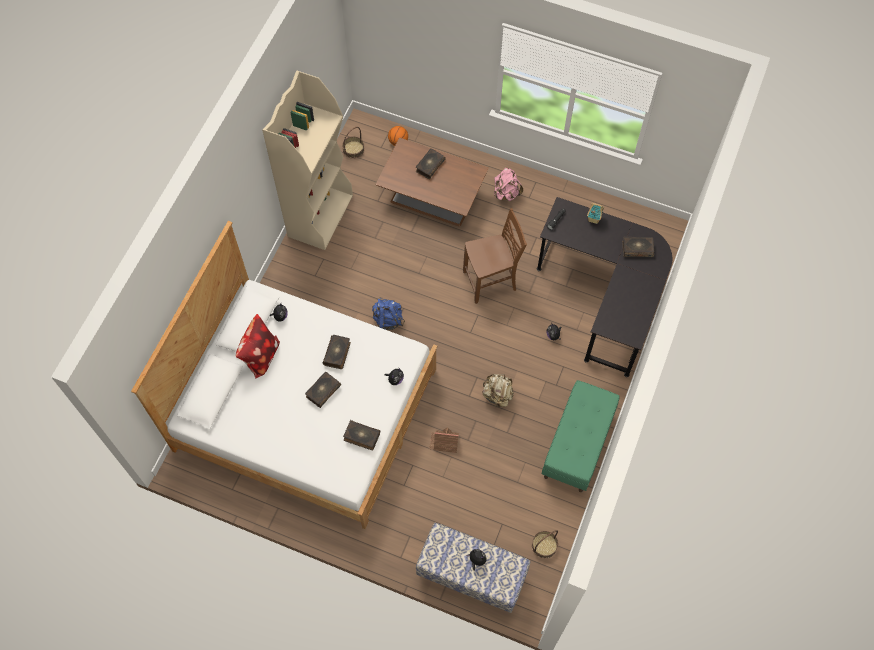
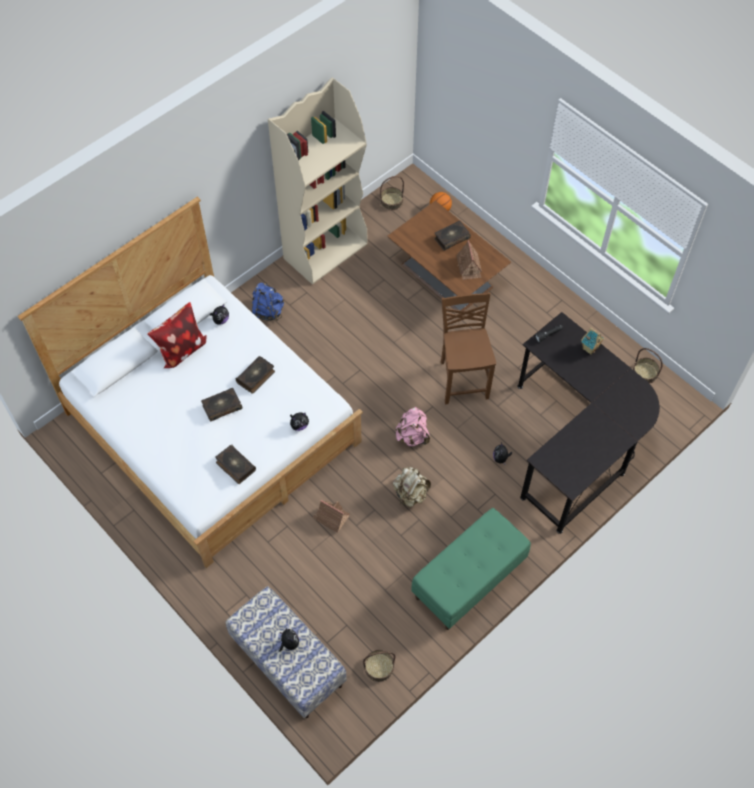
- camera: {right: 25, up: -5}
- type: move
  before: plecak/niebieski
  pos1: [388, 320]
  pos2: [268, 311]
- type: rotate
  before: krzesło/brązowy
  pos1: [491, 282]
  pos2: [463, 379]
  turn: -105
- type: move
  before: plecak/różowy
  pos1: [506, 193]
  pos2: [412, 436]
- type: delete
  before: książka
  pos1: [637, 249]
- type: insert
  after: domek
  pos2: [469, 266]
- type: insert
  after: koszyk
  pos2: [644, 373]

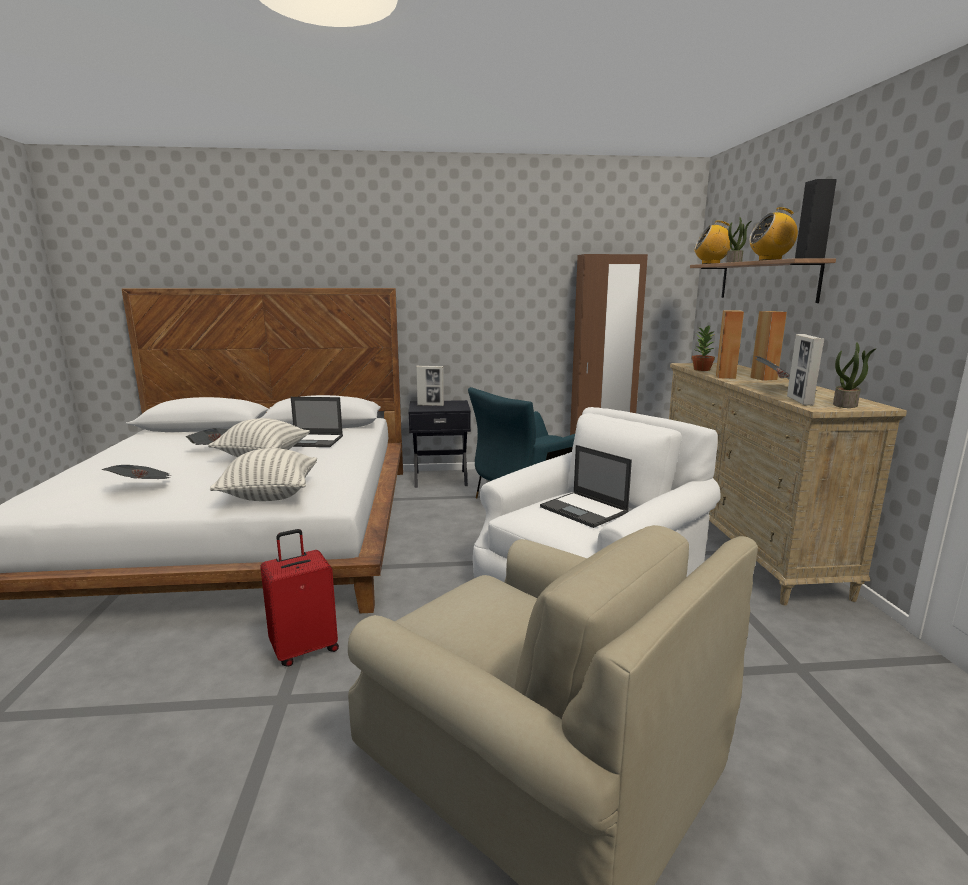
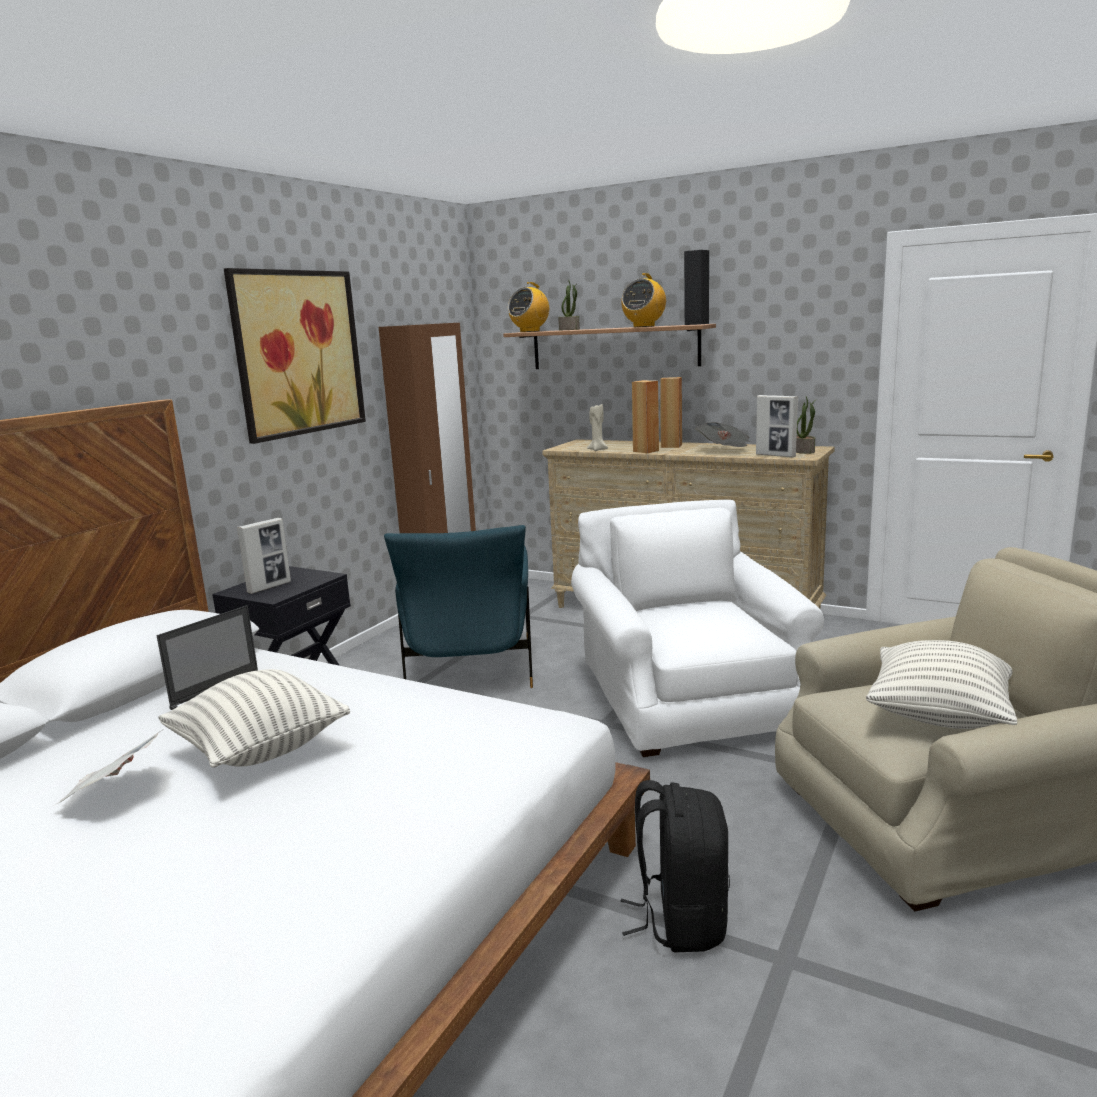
- camera: {right: -55, up: 0}
- type: delete
  before: gazeta
  pos1: [143, 488]
- type: move
  before: poduszka
  pos1: [270, 495]
  pos2: [939, 716]
- type: replace
  before: walizka/czerwony
  after: plecak/czarny
  pos1: [304, 649]
  pos2: [680, 920]
- type: delete
  before: laptop
  pos1: [584, 510]
- type: replace
  before: roślina doniczkowa
  after: świeca/beżowy
  pos1: [701, 369]
  pos2: [597, 450]
- type: insert
  after: obraz
  pos2: [298, 353]

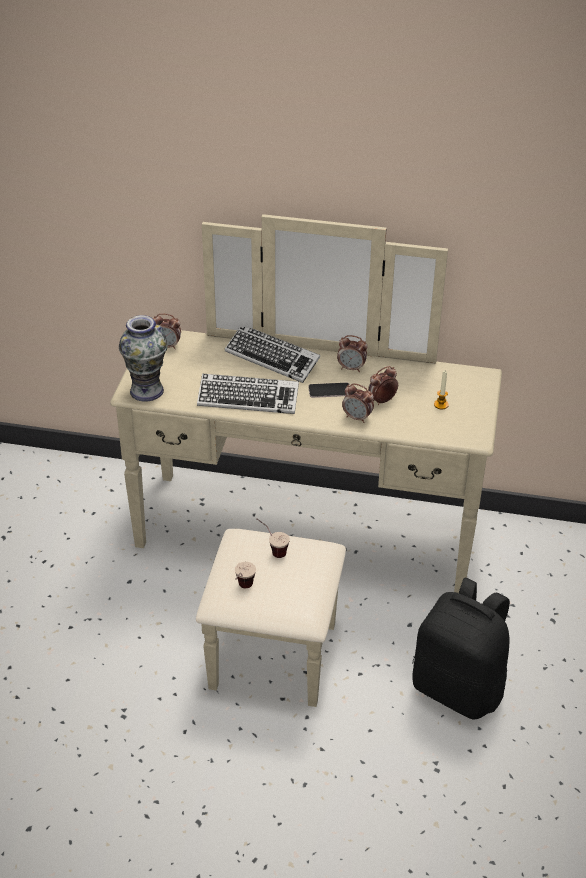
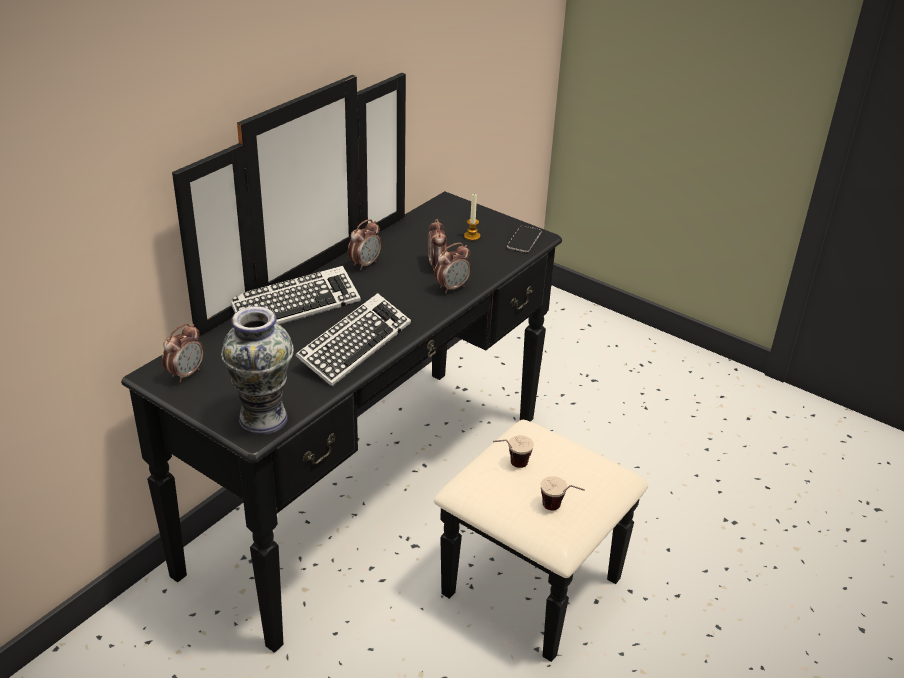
- camera: {right: -65, up: -5}
- type: recolor
  before: komoda/beżowy
  after: komoda/czarny
  pos1: [300, 559]
  pos2: [405, 510]
- type: move
  before: telefon
  pos1: [329, 391]
  pos2: [524, 240]
- type: delete
  before: plecak/czarny
  pos1: [459, 688]

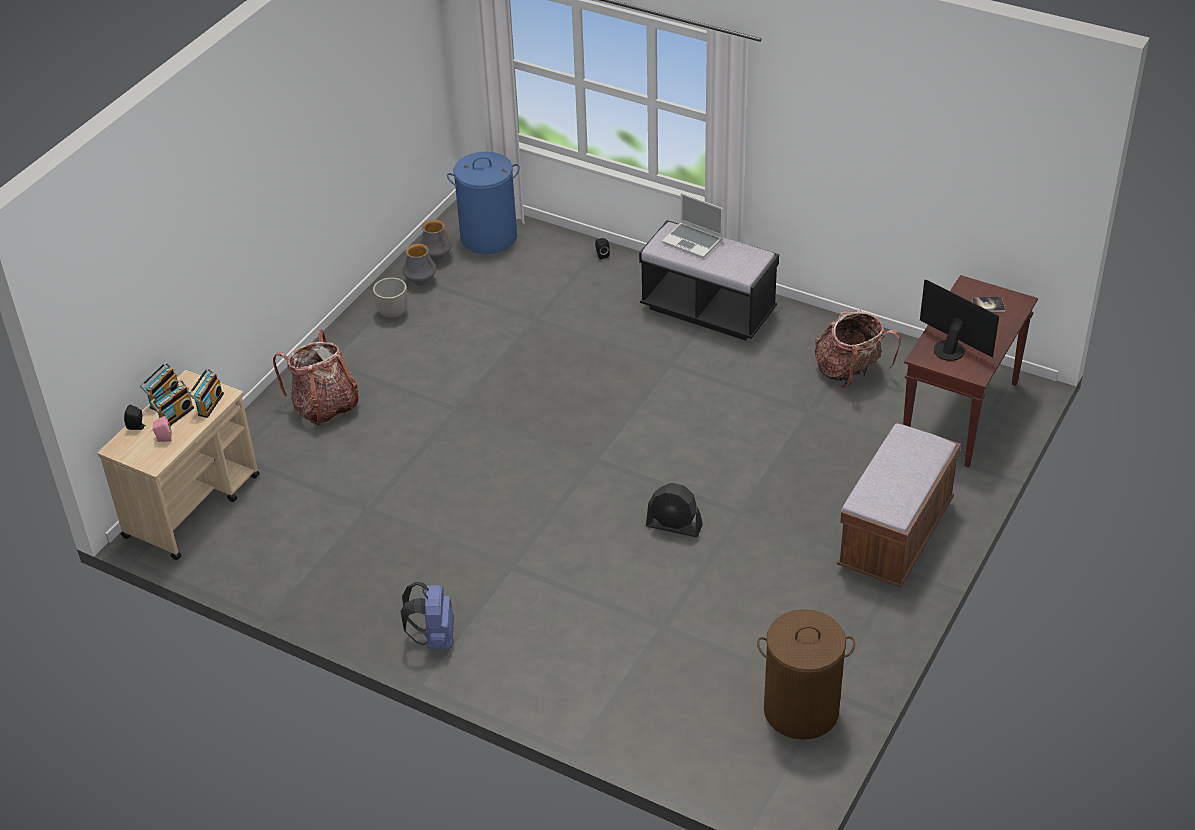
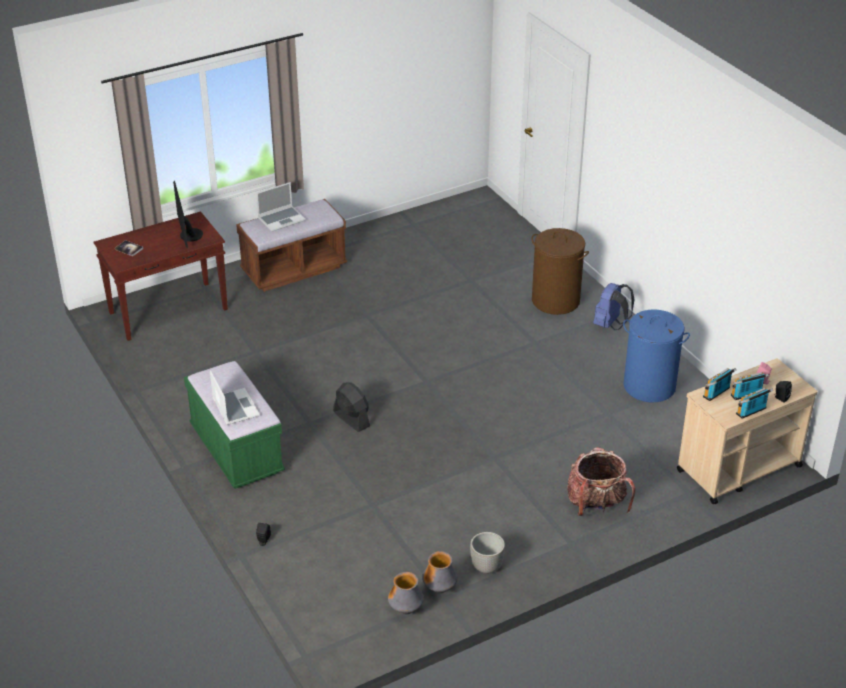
- camera: {right: -150, up: -5}
- type: move
  before: kosz na pranie/niebieski
  pos1: [489, 237]
  pos2: [649, 386]
- type: recolor
  before: ławka/czarny
  after: ławka/zielony
  pos1: [708, 310]
  pos2: [236, 451]
- type: move
  before: wentylator/czarny
  pos1: [674, 526]
  pos2: [351, 419]
- type: move
  before: kosz na pranie/brązowy
  pos1: [801, 710]
  pos2: [556, 300]
- type: delete
  before: plecak
  pos1: [850, 372]
- type: insert
  after: laptop
  pos2: [281, 219]

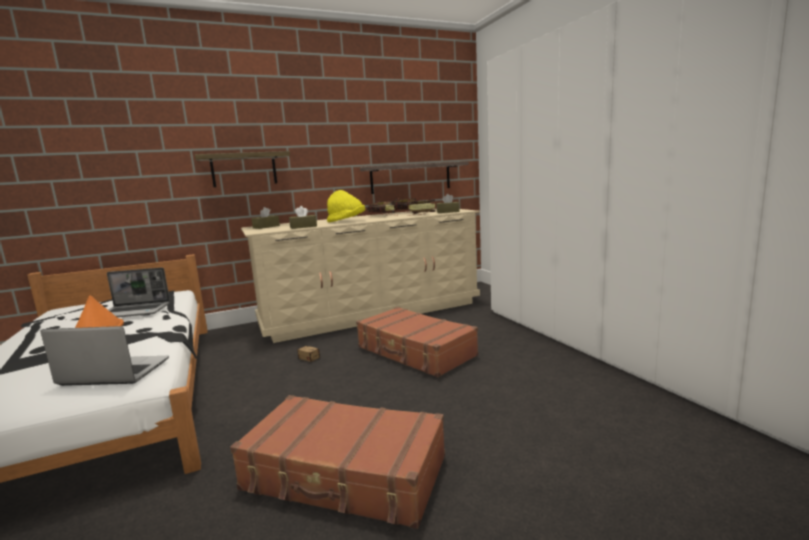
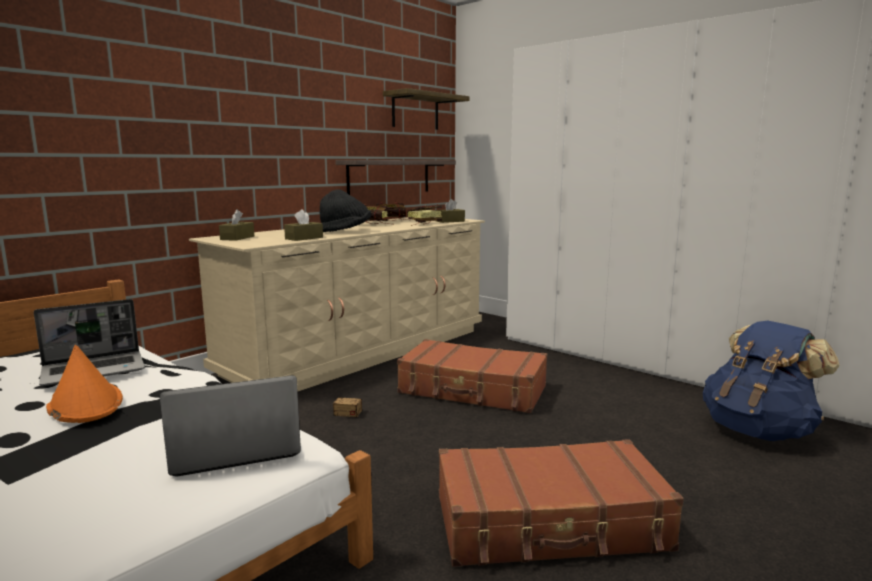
- camera: {right: -25, up: 0}
- type: move
  before: półka
  pos1: [244, 170]
  pos2: [415, 111]
- type: recolor
  before: kapelusz/żółty
  after: kapelusz/czarny
  pos1: [347, 221]
  pos2: [345, 231]
- type: insert
  after: plecak/niebieski
  pos2: [758, 431]

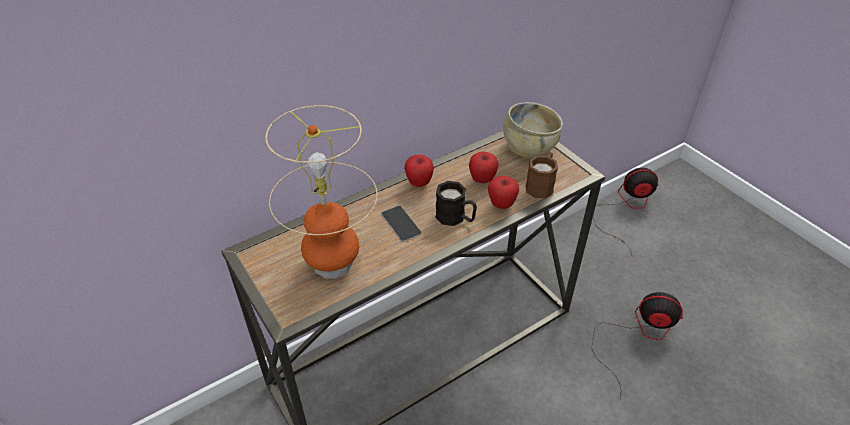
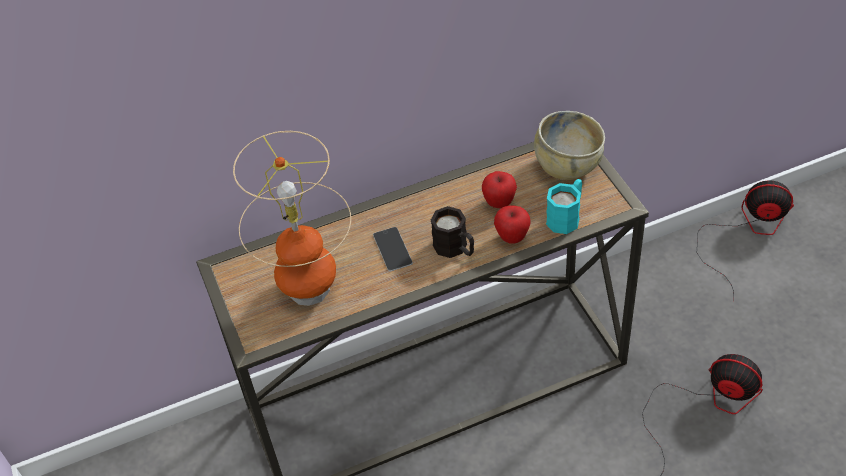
- camera: {right: 15, up: 5}
- type: delete
  before: jabłko
  pos1: [419, 183]
- type: recolor
  before: kubek/brązowy
  after: kubek/turkusowy
  pos1: [541, 185]
  pos2: [566, 216]

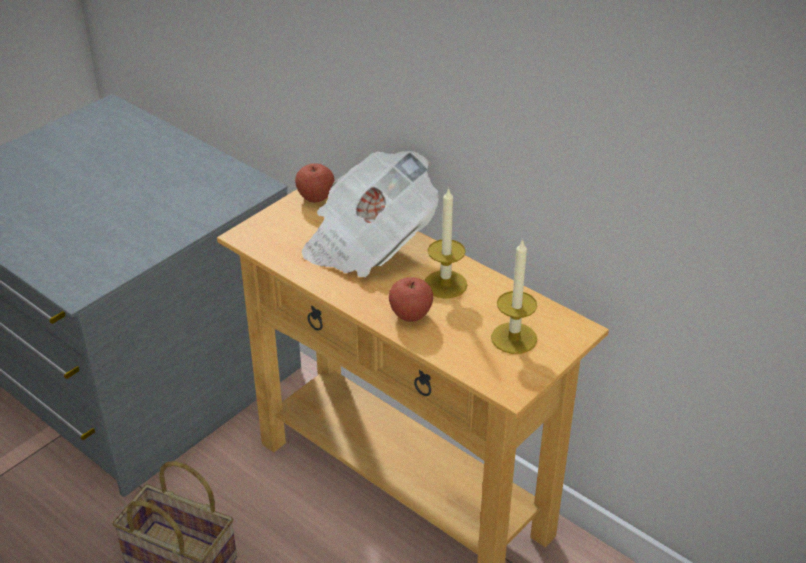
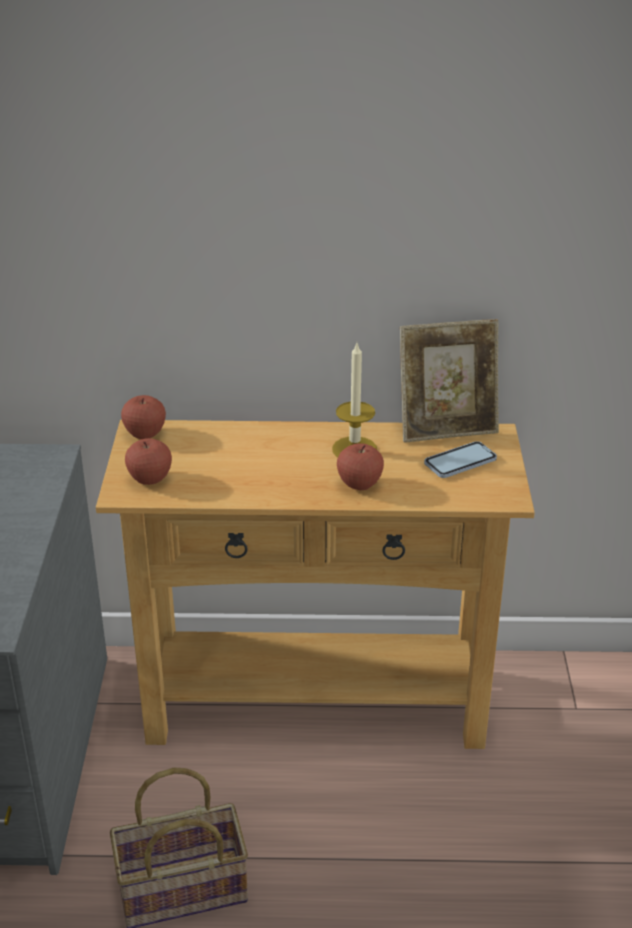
- camera: {right: -40, up: -5}
- type: delete
  before: gazeta
  pos1: [368, 242]
- type: replace
  before: świeca
  after: telefon
  pos1: [514, 338]
  pos2: [460, 462]
- type: insert
  after: jabłko
  pos2: [150, 479]
- type: insert
  after: ramka na zdjęcie
  pos2: [446, 428]

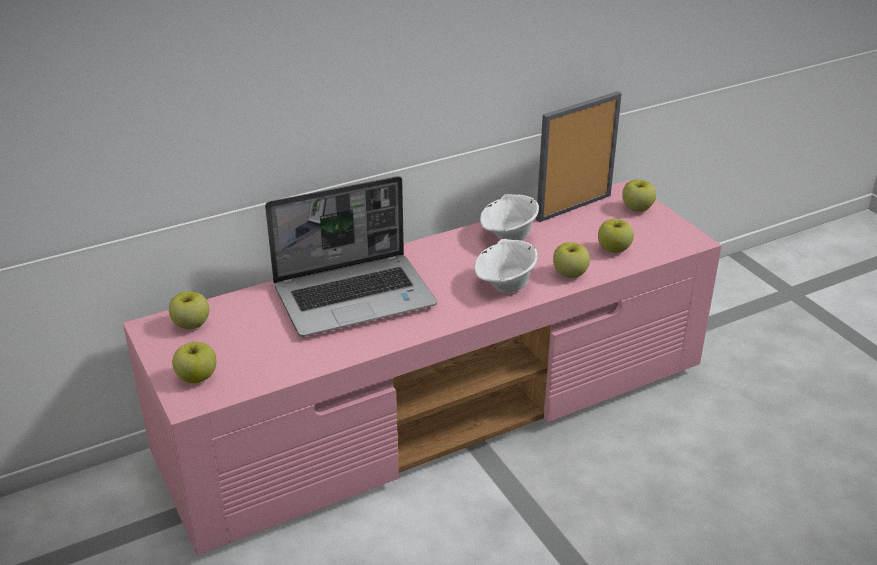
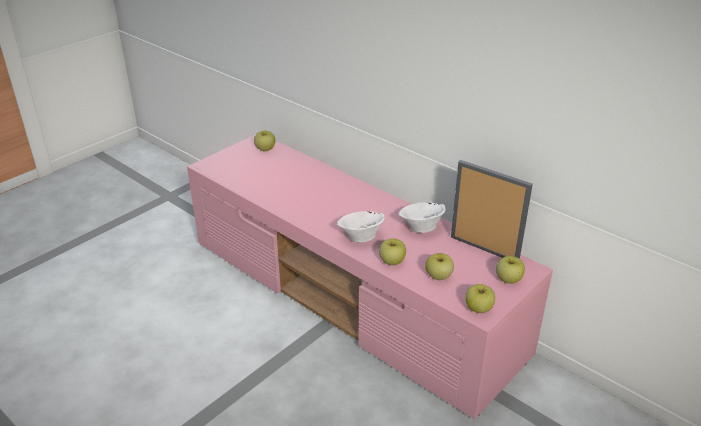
- camera: {right: 70, up: 0}
- type: move
  before: jabłko
  pos1: [197, 377]
  pos2: [478, 308]
- type: delete
  before: laptop
  pos1: [355, 296]

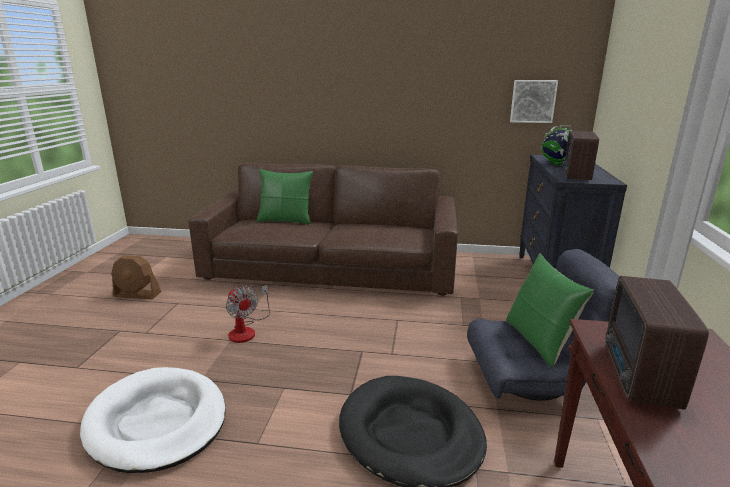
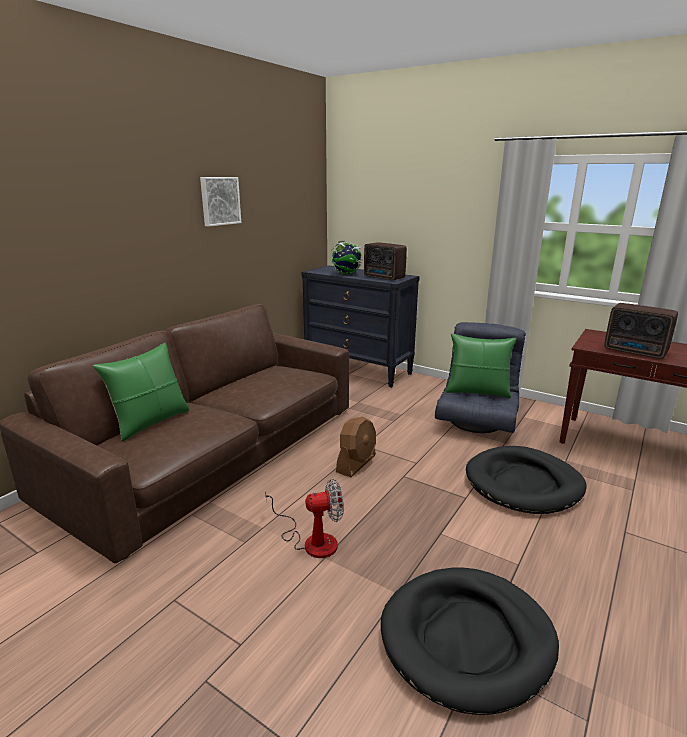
- camera: {right: -65, up: 0}
- type: recolor
  before: legowisko/biały
  after: legowisko/czarny
  pos1: [157, 422]
  pos2: [467, 639]
- type: move
  before: wentylator/brązowy
  pos1: [137, 295]
  pos2: [356, 463]
- type: move
  before: obraz
  pos1: [533, 101]
  pos2: [219, 201]

